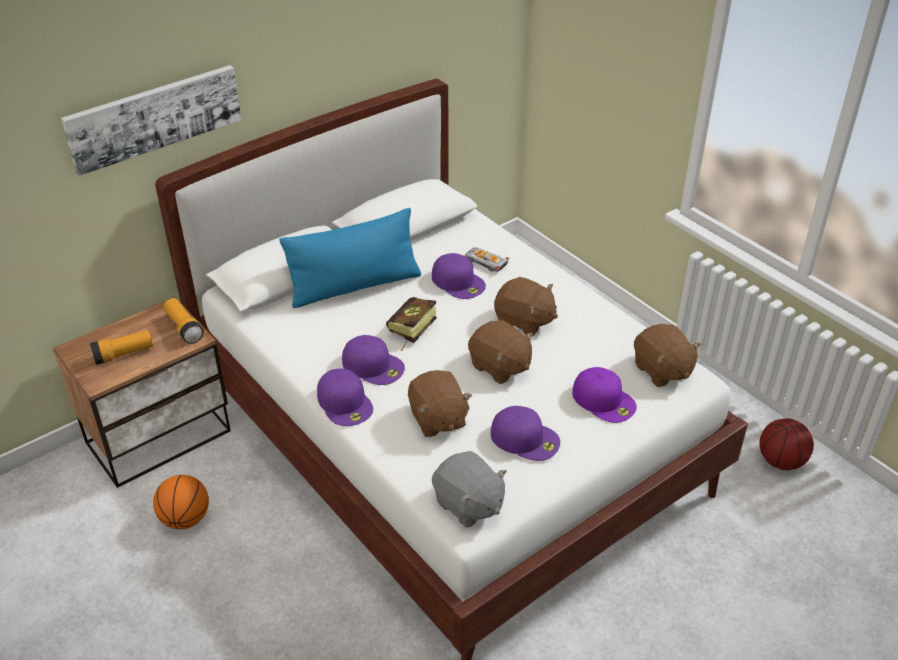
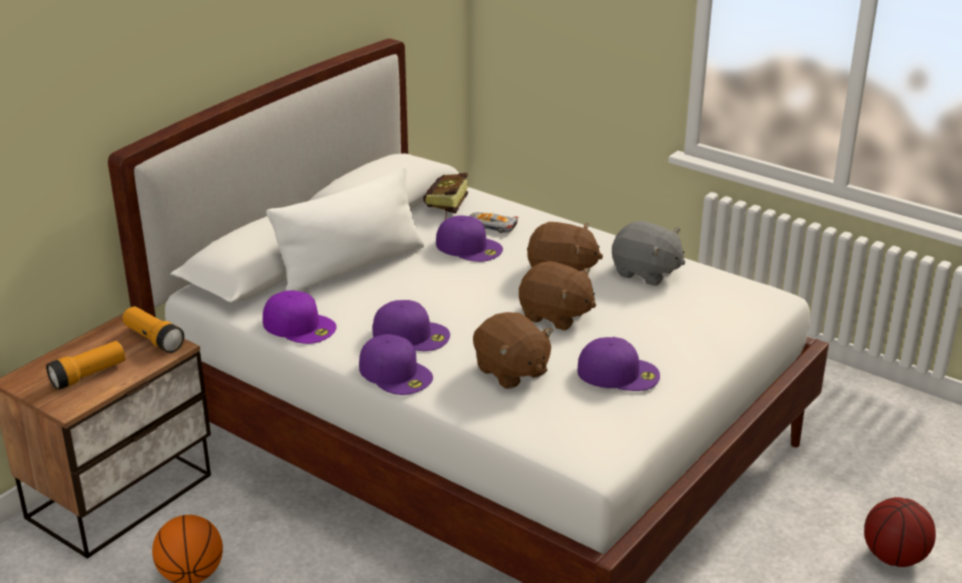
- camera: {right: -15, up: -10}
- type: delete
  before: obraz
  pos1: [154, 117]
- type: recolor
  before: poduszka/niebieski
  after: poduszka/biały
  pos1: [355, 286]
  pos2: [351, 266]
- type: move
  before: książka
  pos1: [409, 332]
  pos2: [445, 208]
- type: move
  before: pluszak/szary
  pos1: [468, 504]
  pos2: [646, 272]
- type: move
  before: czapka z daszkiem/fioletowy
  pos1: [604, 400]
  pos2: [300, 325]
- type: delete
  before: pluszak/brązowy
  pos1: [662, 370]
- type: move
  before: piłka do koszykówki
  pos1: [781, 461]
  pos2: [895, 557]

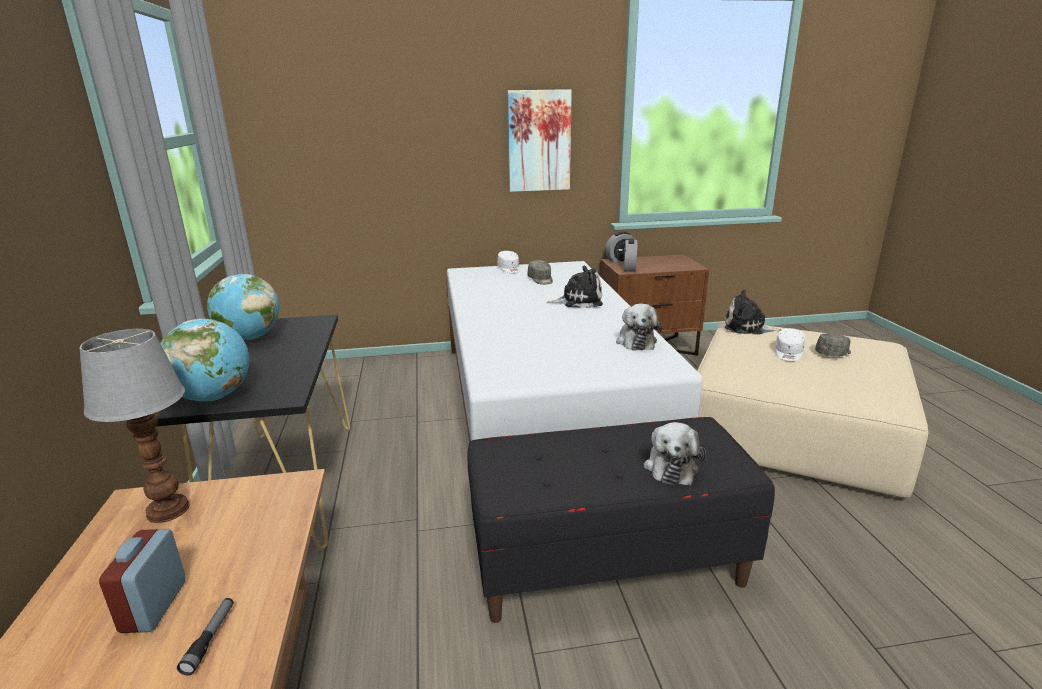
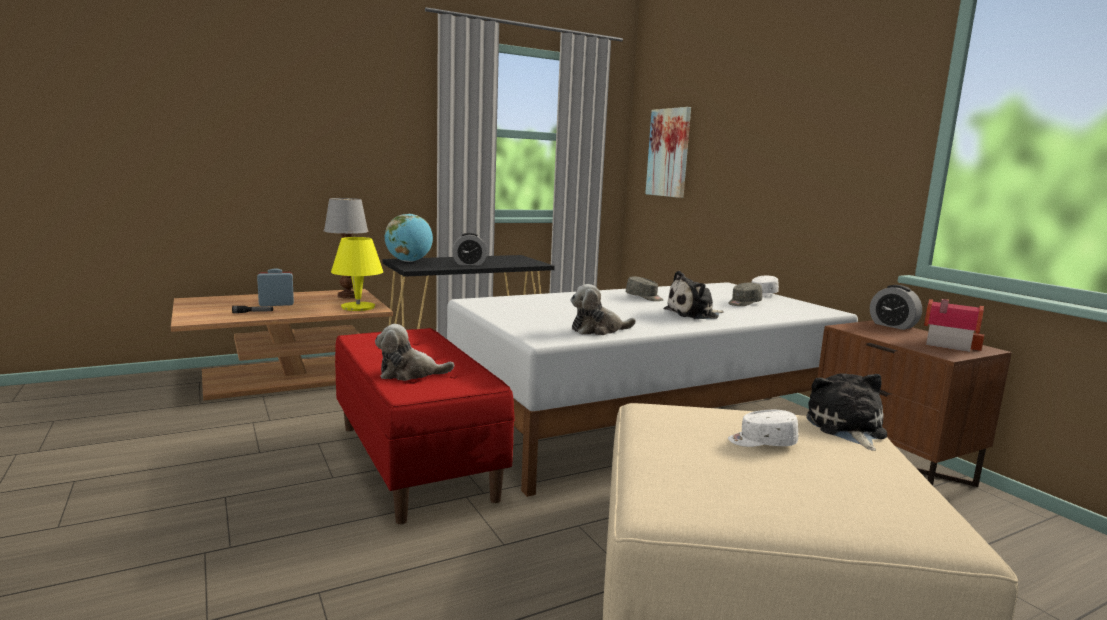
- camera: {right: 70, up: -10}
- type: delete
  before: globus
  pos1: [250, 338]
- type: recolor
  before: ławka/czarny
  after: ławka/czerwony
  pos1: [606, 562]
  pos2: [416, 461]
- type: move
  before: obraz
  pos1: [539, 141]
  pos2: [669, 153]
- type: rotate
  before: pluszak
  pos1: [579, 301]
  pos2: [694, 314]
  turn: 90
- type: move
  before: budzik
  pos1: [629, 268]
  pos2: [469, 264]
- type: move
  before: czapka z daszkiem/szary
  pos1: [833, 353]
  pos2: [644, 297]
- type: insert
  after: lampa stołowa/żółty
  pos2: [358, 307]
- type: insert
  after: domek
  pos2: [946, 343]

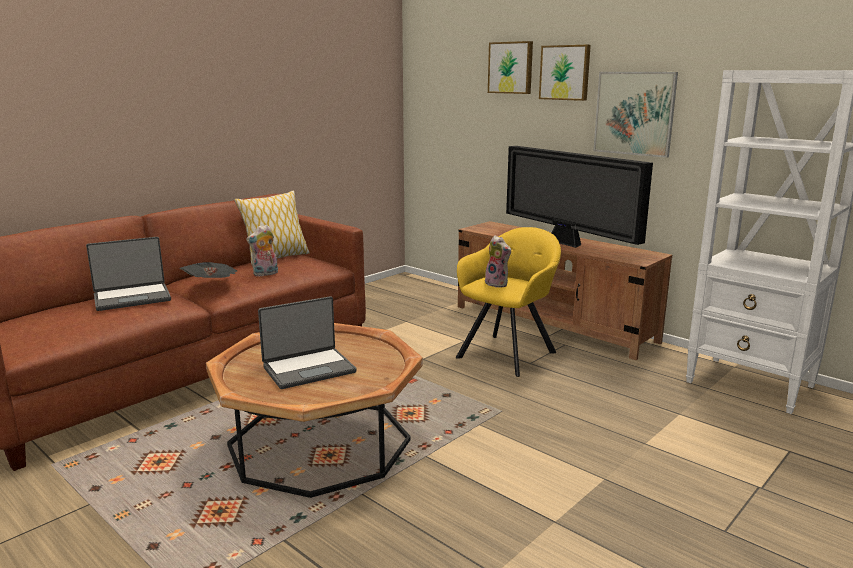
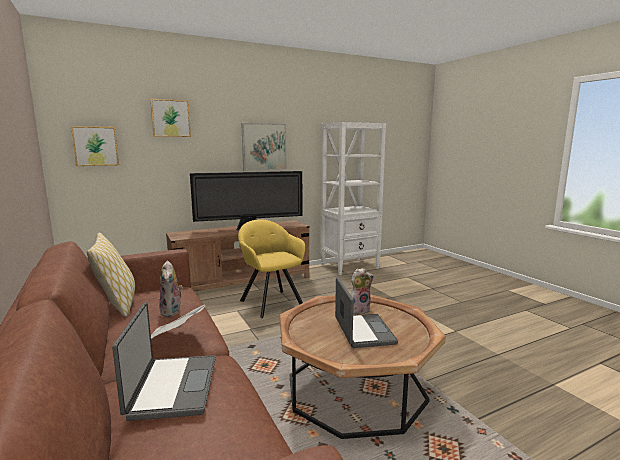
- camera: {right: -70, up: -5}
- type: move
  before: pluszak
  pos1: [498, 284]
  pos2: [359, 310]
- type: move
  before: obraz
  pos1: [565, 72]
  pos2: [95, 146]

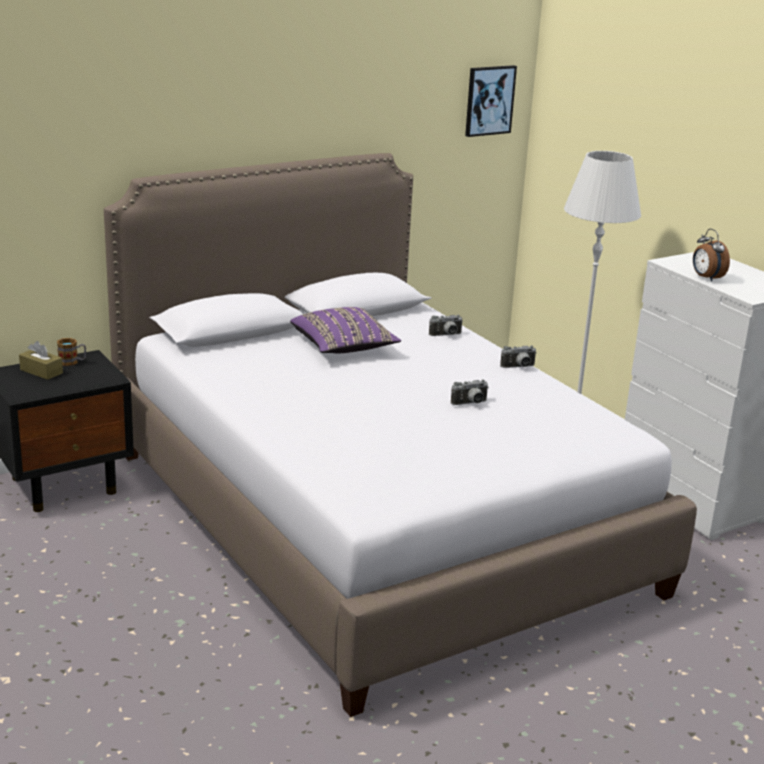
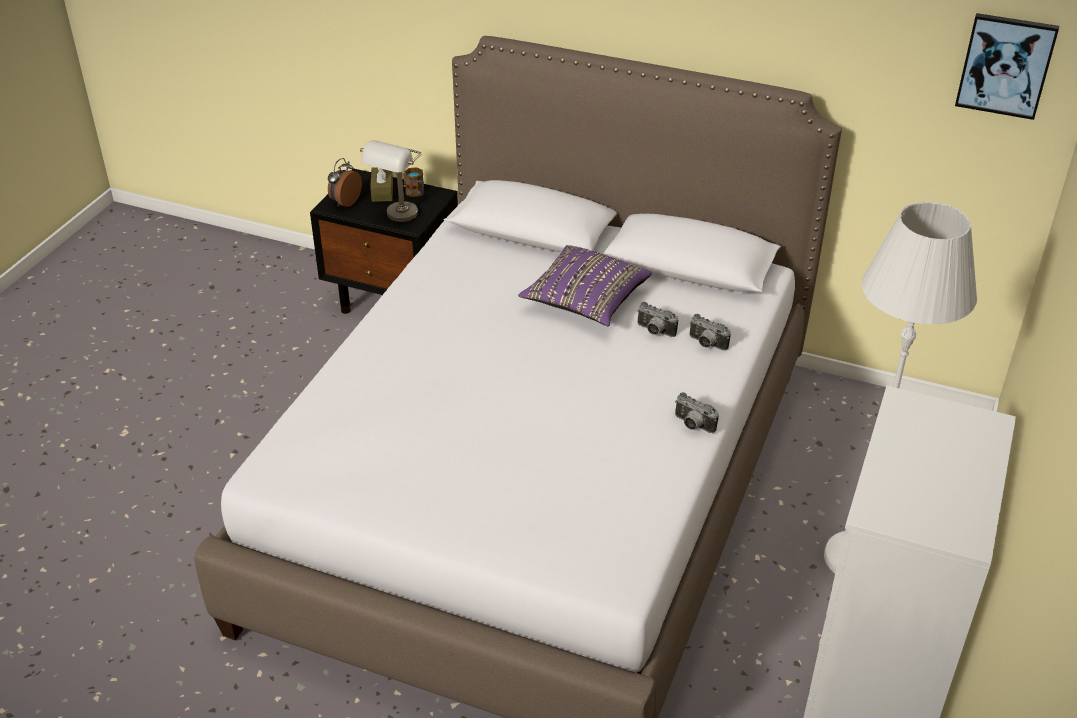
- camera: {right: 55, up: 15}
- type: move
  before: aparat fotograficzny
  pos1: [470, 404]
  pos2: [654, 331]
- type: move
  before: budzik
  pos1: [706, 278]
  pos2: [345, 202]
- type: insert
  after: lampa stołowa/szary
  pos2: [397, 219]

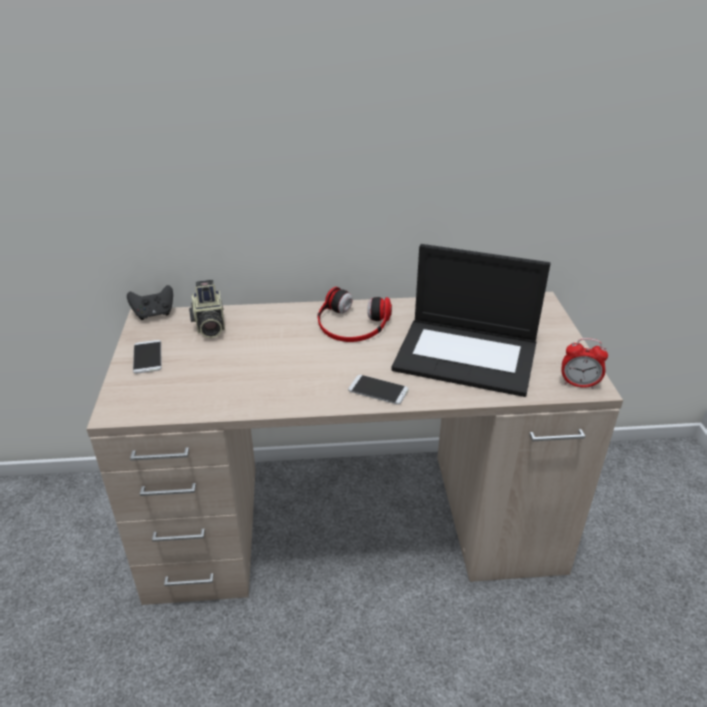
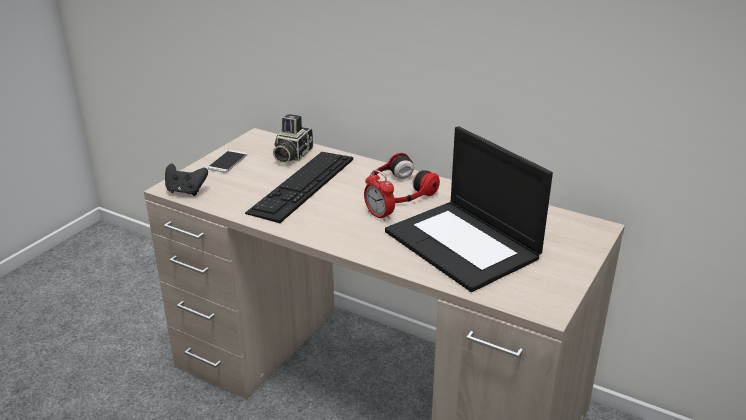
- camera: {right: 35, up: -5}
- type: move
  before: pad do gier/czarny
  pos1: [154, 314]
  pos2: [186, 191]
- type: delete
  before: telefon
  pos1: [378, 390]
- type: move
  before: budzik
  pos1: [579, 384]
  pos2: [379, 215]
- type: insert
  after: klawiatura
  pos2: [302, 185]

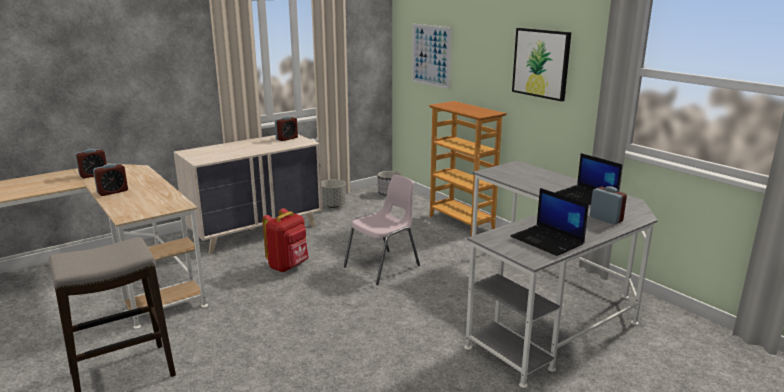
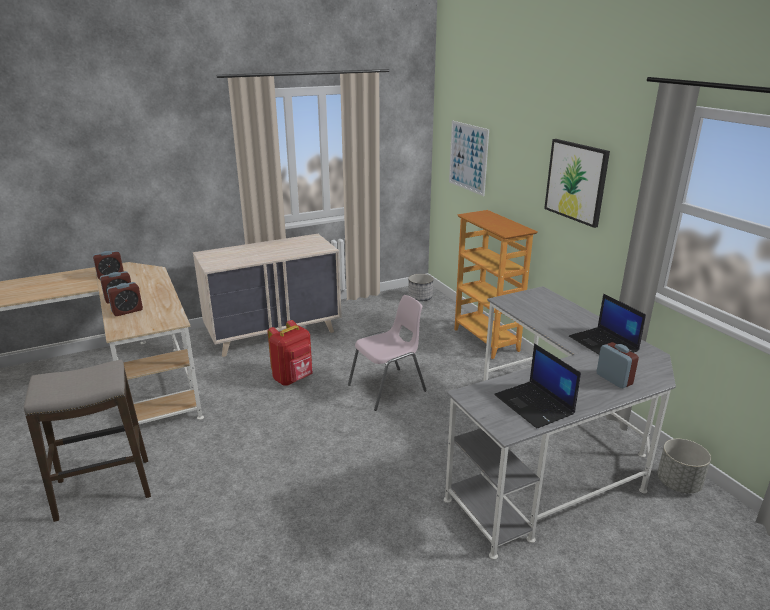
- camera: {right: 10, up: 5}
- type: move
  before: budzik
  pos1: [287, 138]
  pos2: [127, 311]
- type: move
  before: donica/szary
  pos1: [333, 205]
  pos2: [678, 483]

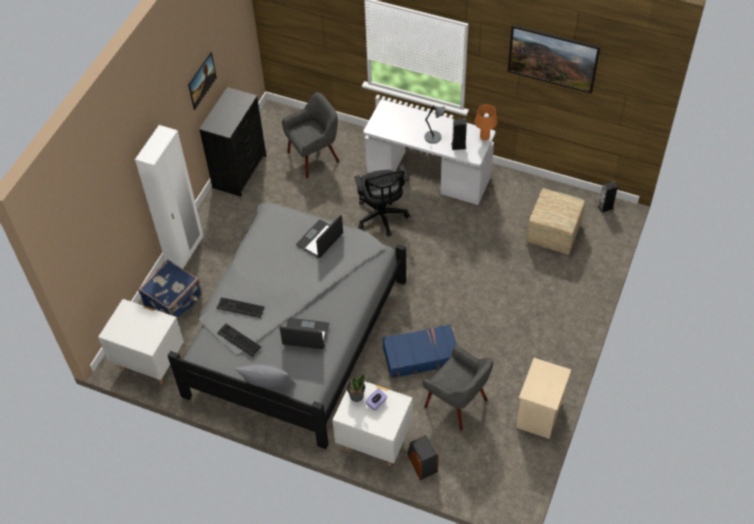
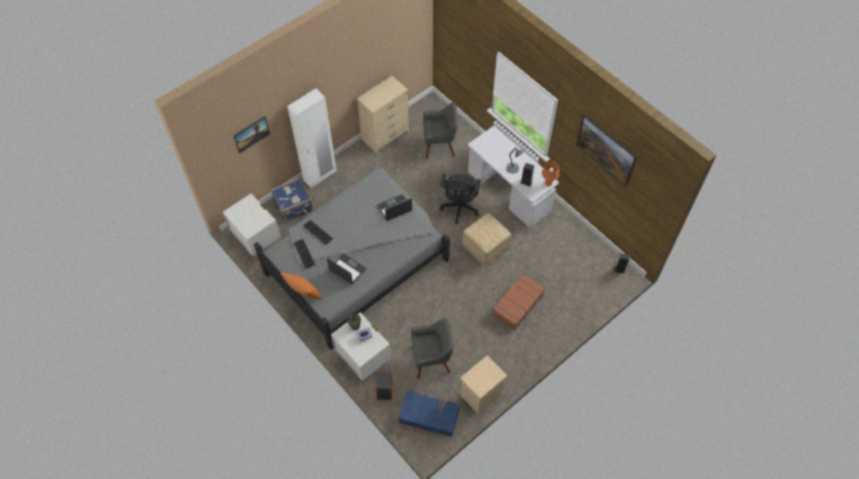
- camera: {right: 25, up: 5}
- type: move
  before: obraz
  pos1: [203, 87]
  pos2: [253, 138]
- type: recolor
  before: komoda/czarny
  after: komoda/beżowy
  pos1: [240, 172]
  pos2: [385, 135]
- type: recolor
  before: poduszka/szary
  after: poduszka/pomarańczowy
  pos1: [268, 388]
  pos2: [304, 294]
- type: move
  before: walizka/niebieski
  pos1: [420, 355]
  pos2: [429, 415]
- type: rotate
  before: fotel/szary
  pos1: [457, 403]
  pos2: [431, 360]
  turn: -75
- type: move
  before: pufa
  pos1: [553, 234]
  pos2: [485, 247]
- type: insert
  after: walizka/brązowy
  pos2: [517, 304]

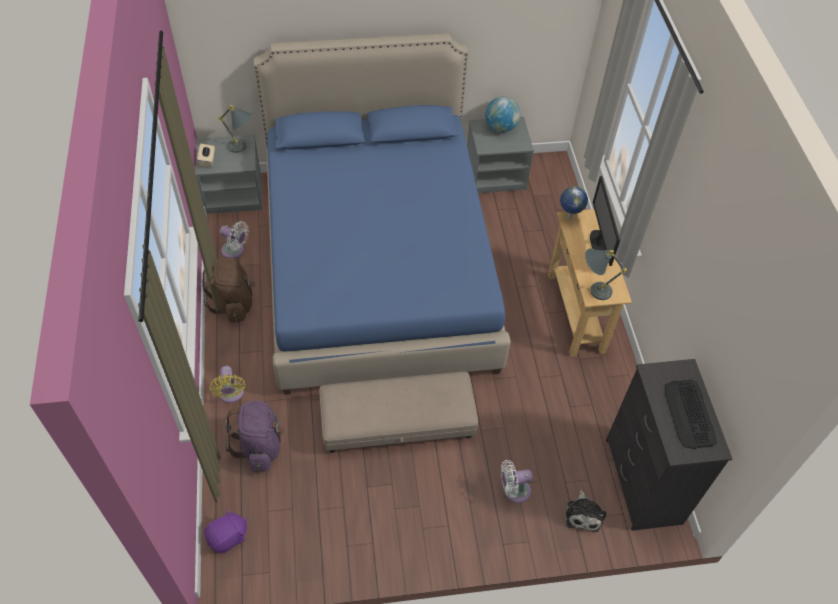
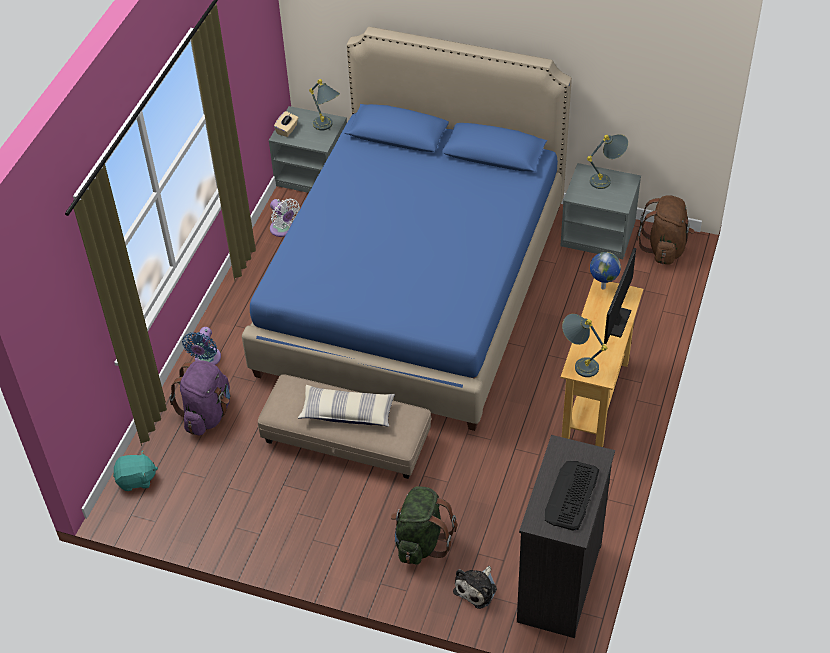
- camera: {right: 30, up: -5}
- type: move
  before: plecak/brązowy
  pos1: [234, 303]
  pos2: [665, 248]
- type: recolor
  before: pluszak/fioletowy
  after: pluszak/turkusowy
  pos1: [228, 537]
  pos2: [136, 480]
- type: recolor
  before: wentylator/żółty
  after: wentylator/niebieski
  pos1: [231, 394]
  pos2: [206, 359]
- type: replace
  before: globus
  after: lampa stołowa/szary
  pos1: [501, 127]
  pos2: [607, 180]
- type: replace
  before: wentylator/biały
  after: plecak/zielony
  pos1: [514, 491]
  pos2: [421, 541]
- type: insert
  after: poduszka
  pos2: [347, 412]

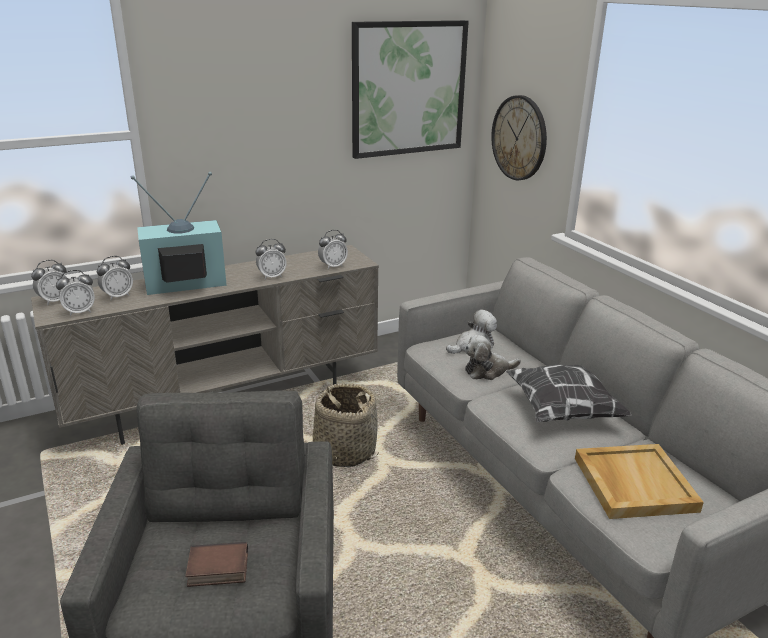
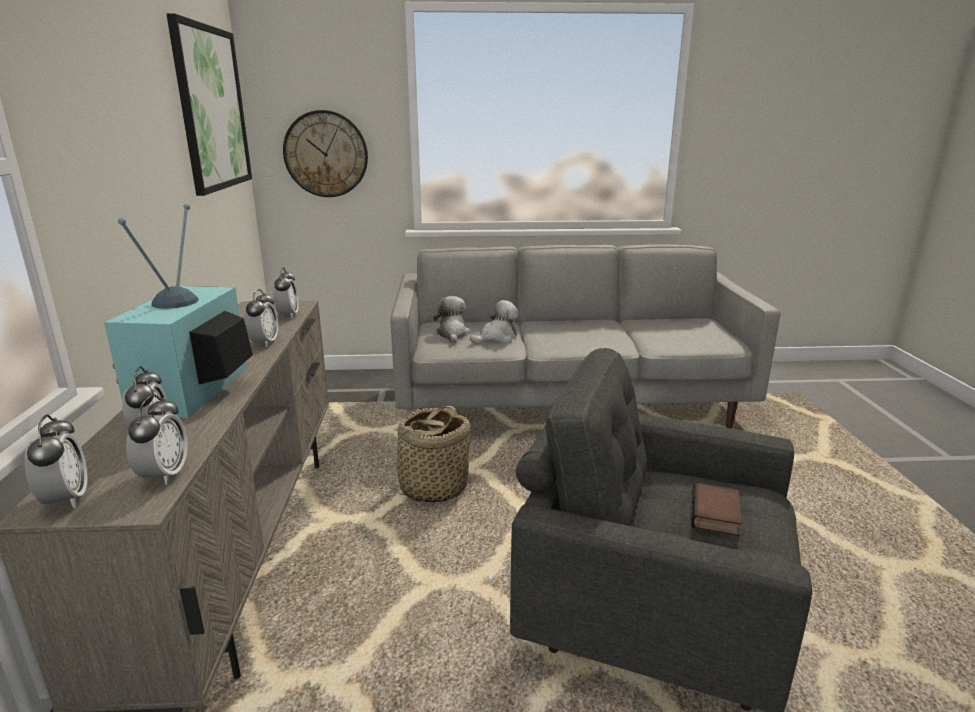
- camera: {right: -65, up: -5}
- type: rotate
  before: pluszak
  pos1: [487, 371]
  pos2: [497, 338]
  turn: -135
- type: delete
  before: poduszka
  pos1: [563, 409]
- type: delete
  before: taca/beżowy
  pos1: [633, 483]

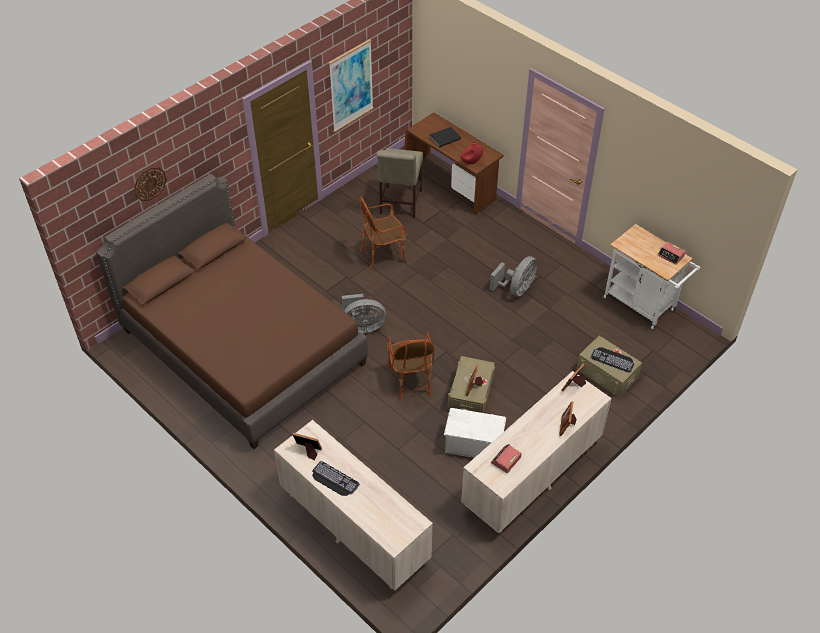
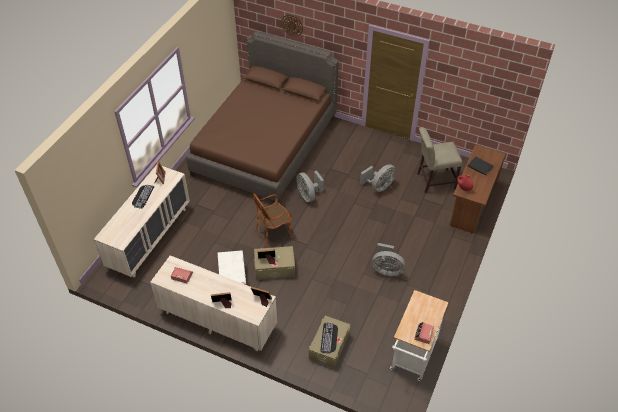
- camera: {right: 70, up: 0}
- type: delete
  before: obraz
  pos1: [351, 85]
- type: replace
  before: fotel
  after: wentylator/szary
  pos1: [383, 254]
  pos2: [379, 186]

